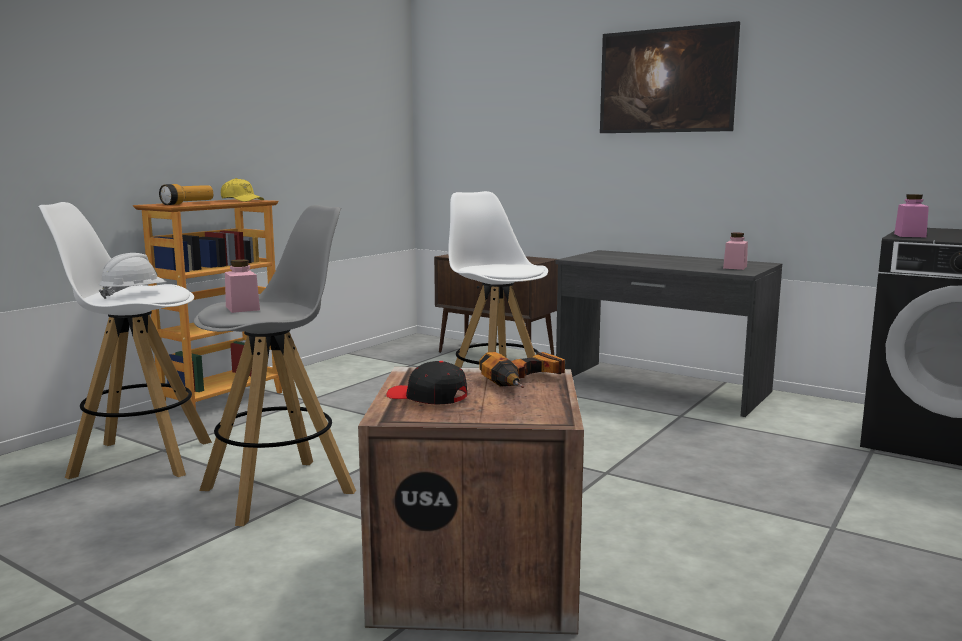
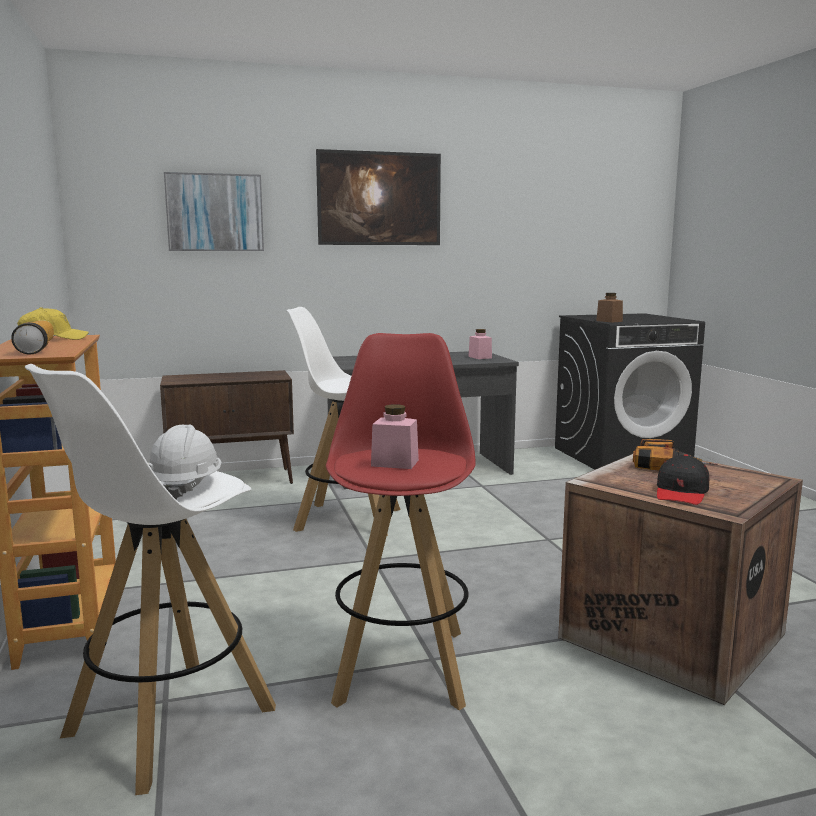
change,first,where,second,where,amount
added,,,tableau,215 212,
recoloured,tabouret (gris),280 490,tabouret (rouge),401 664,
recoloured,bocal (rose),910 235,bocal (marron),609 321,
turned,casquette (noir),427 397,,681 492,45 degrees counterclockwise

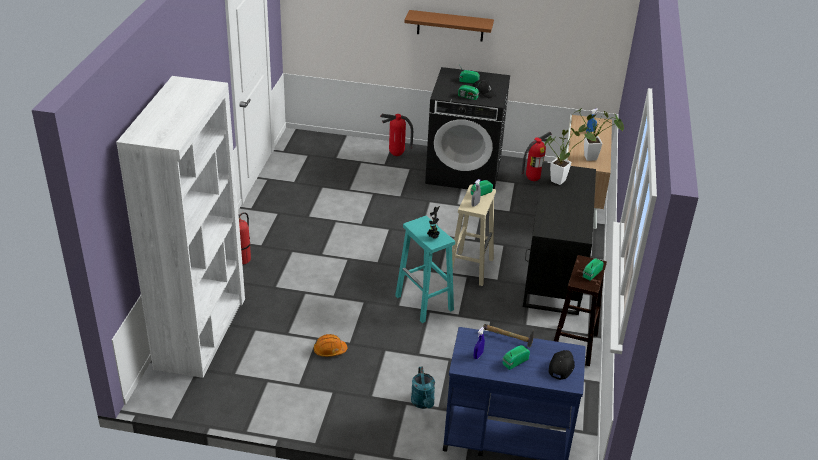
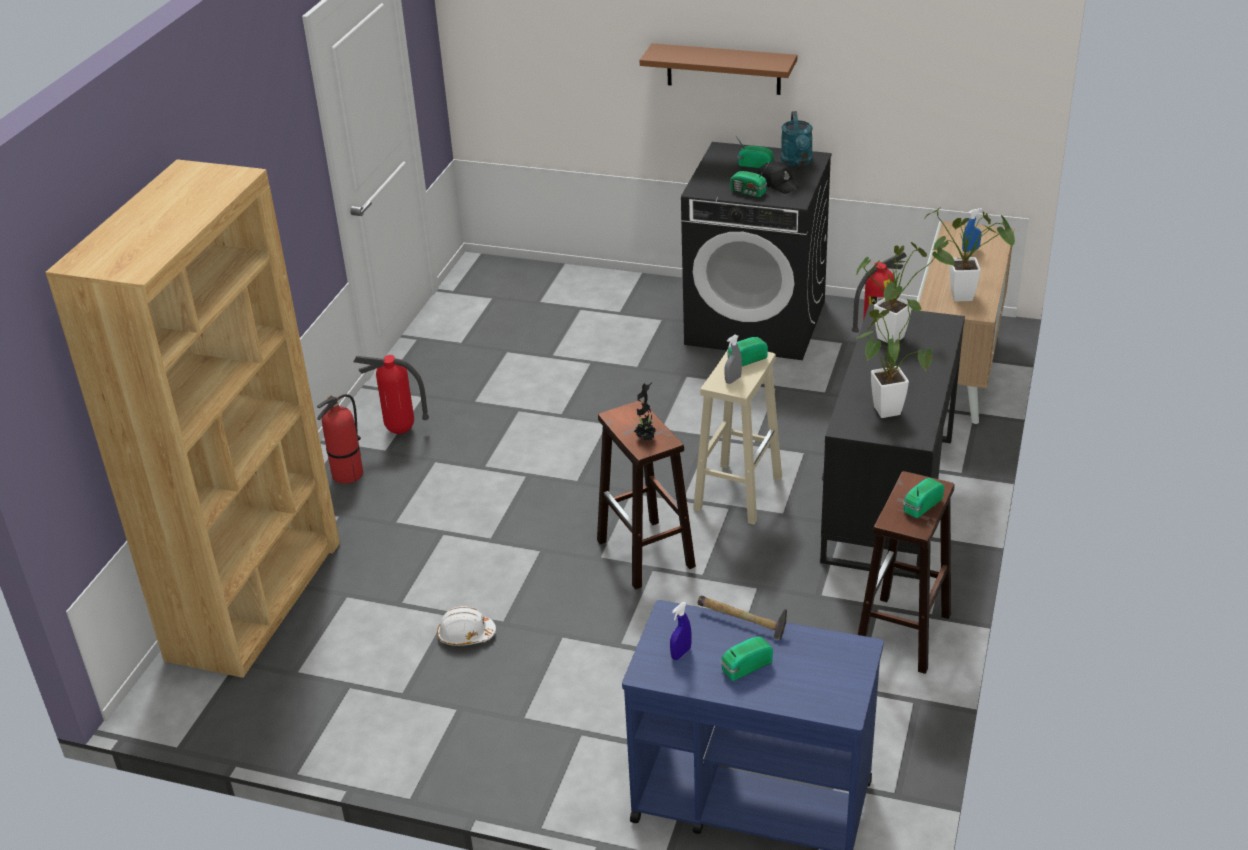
change,first,where,second,where,amount
removed,casquette (noir),561 366,,,
added,,,plante en pot,885 407,
moved,extincteur,396 155,,400 431,
moved,arrosoir (turquoise),423 403,,797 162,
recoloured,bibliothèque (blanc),201 332,bibliothèque (marron),256 599,
recoloured,casque de chantier (orange),329 350,casque de chantier (blanc),466 635,
recoloured,tabouret (turquoise),425 303,tabouret (marron),646 554,

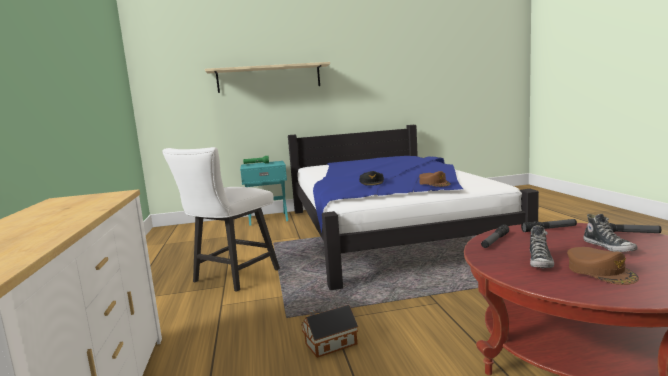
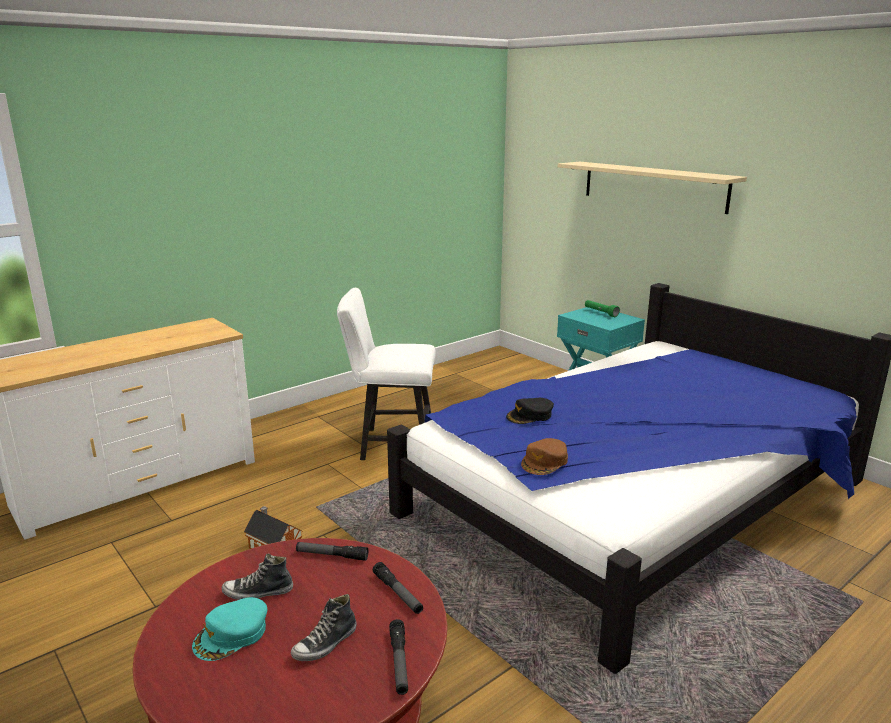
change,first,where,second,where,amount
recoloured,casquette (marron),600 271,casquette (turquoise),232 635,

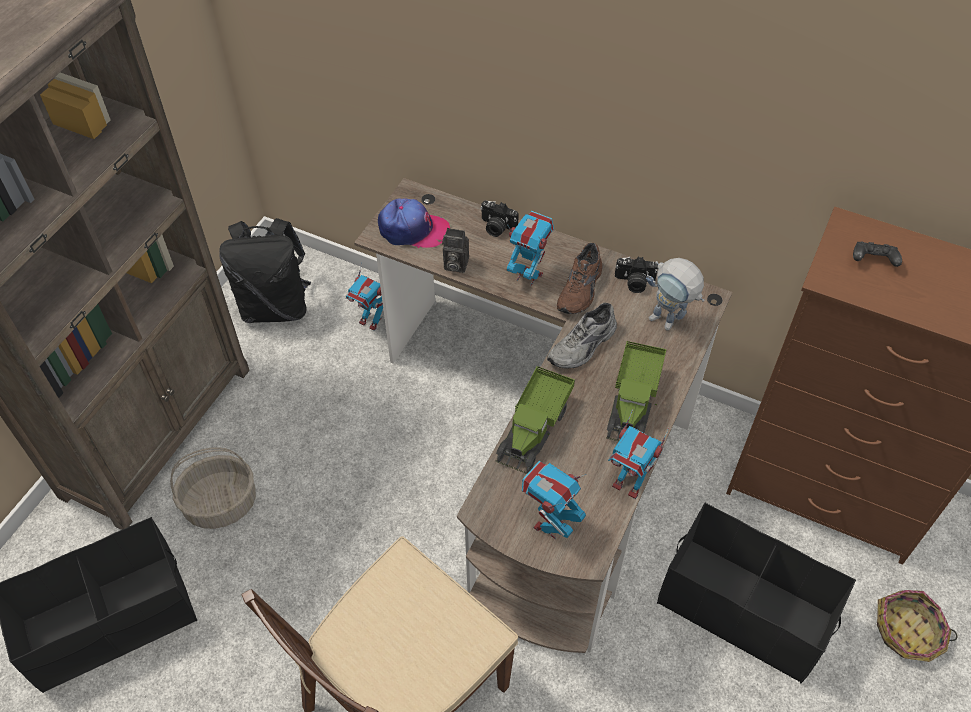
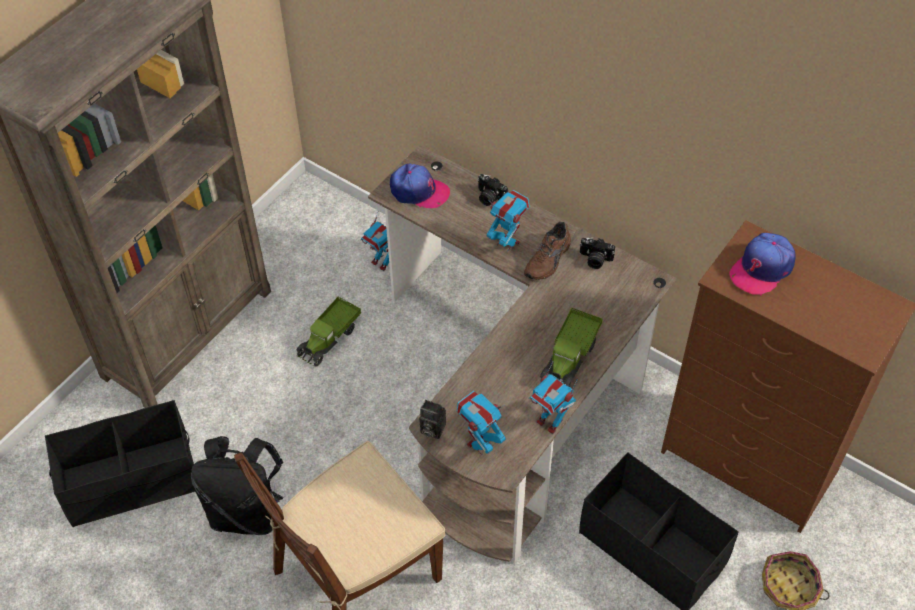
change,first,where,second,where,amount
removed,panier,221 503,,,
removed,chaussure (gris),584 347,,,
removed,robot jouet,669 323,,,
moved,sac à dos (noir),275 306,,246 511,
moved,appareil photo,454 265,,431 429,
moved,camion jouet,534 429,,330 339,
replaced,manette (noir),872 261,casquette,761 268,

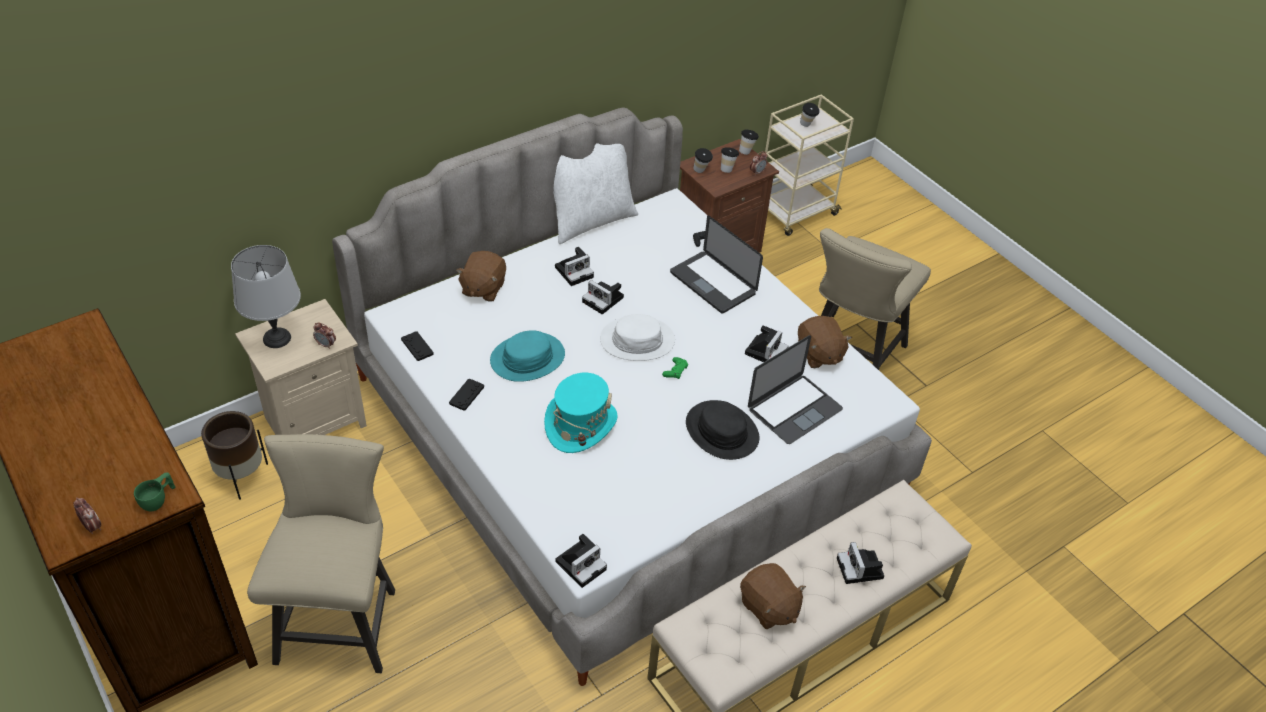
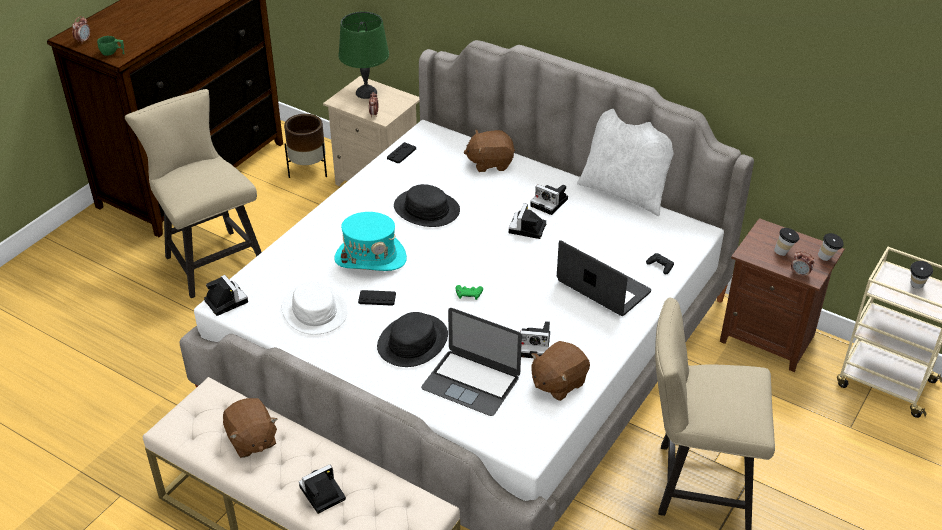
change,first,where,second,where,amount
removed,tasse,701 171,,,
moved,manette (noir),466 395,,377 298,
moved,chapeau (blanc),637 340,,315 310,
recoloured,lampe de table (gris),276 338,lampe de table (vert),366 92,
recoloured,chapeau (turquoise),527 358,chapeau (noir),426 209,
turned,chaise (beige),340 618,,210 259,105 degrees counterclockwise
turned,appareil photo,581 564,,225 301,150 degrees counterclockwise
turned,ordinateur portable,712 283,,603 287,105 degrees clockwise
turned,peluche (marron),768 607,,251 440,60 degrees counterclockwise

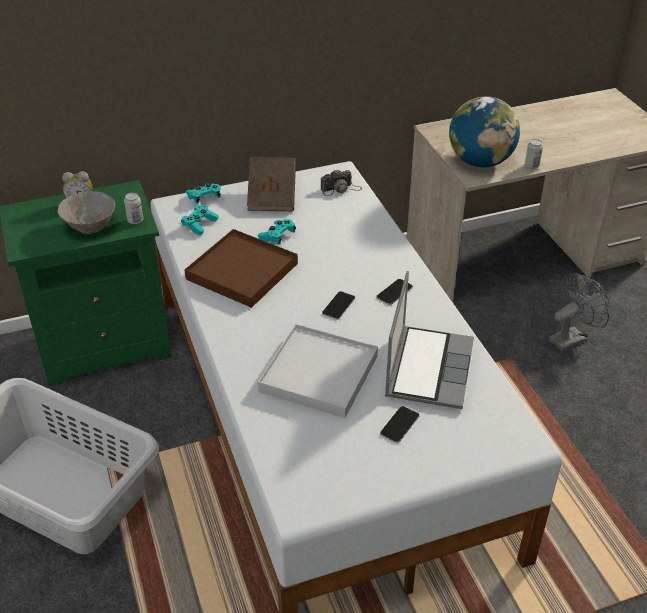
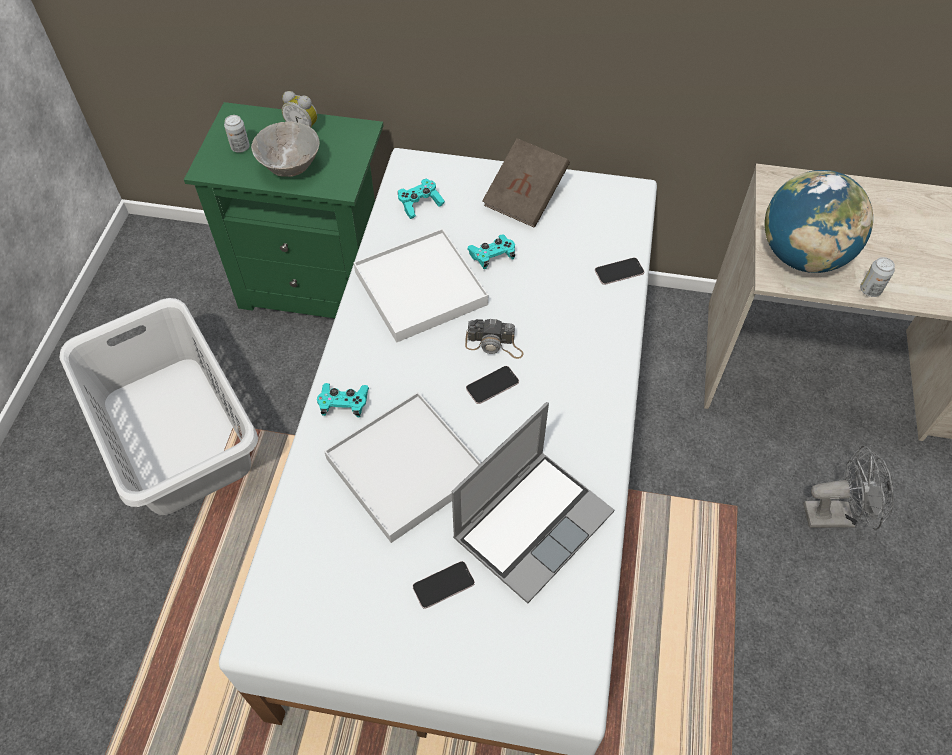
change,first,where,second,where,amount
moved,boîte métallique,135 220,,240 147,
moved,manette (turquoise),204 198,,344 404,
moved,appareil photo,341 189,,494 345,
moved,téléphone,394 292,,619 271,
recoloured,plateau (marron),241 271,plateau (blanc),420 288,

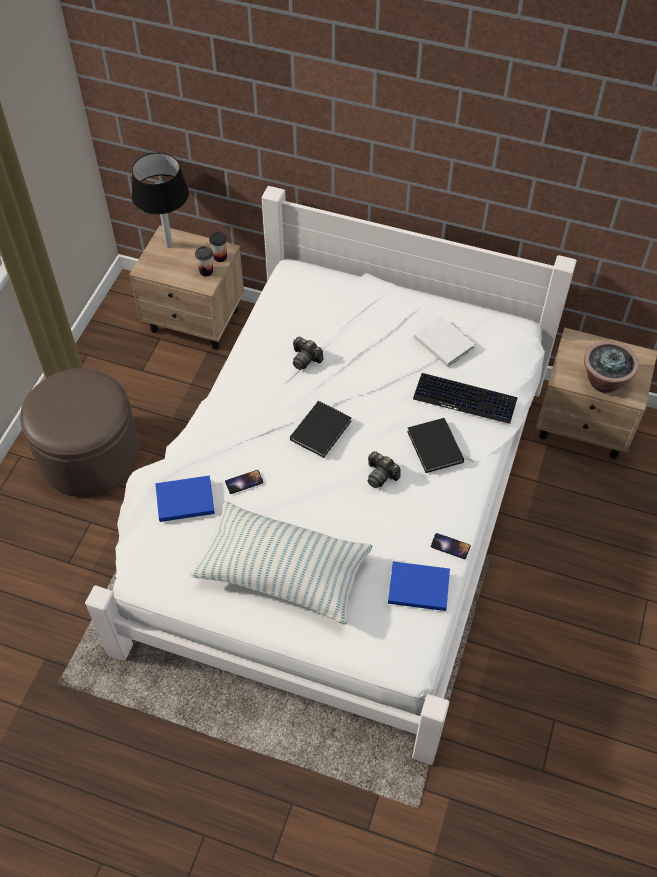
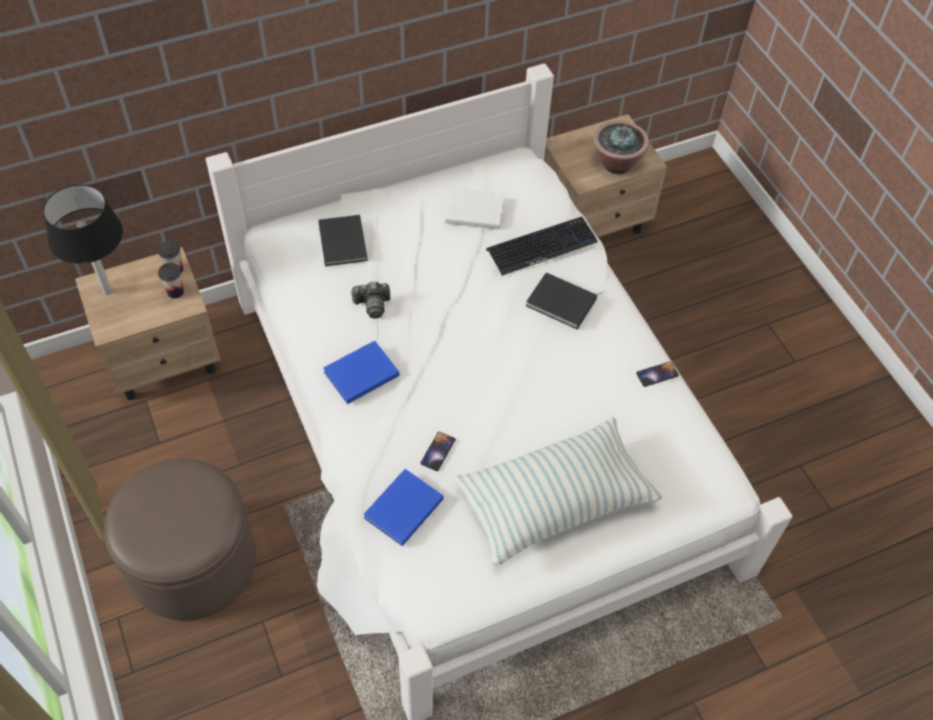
change,first,where,second,where,amount
removed,appareil photo,381 475,,,
moved,livre (noir),322 430,,343 241,
moved,livre (bleu),417 586,,359 374,

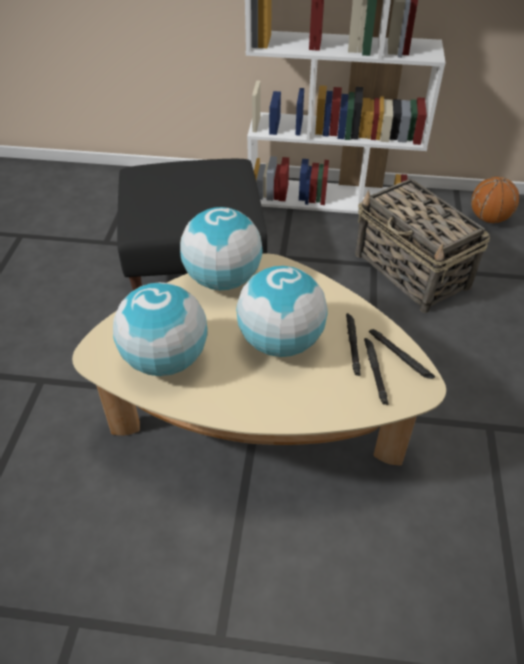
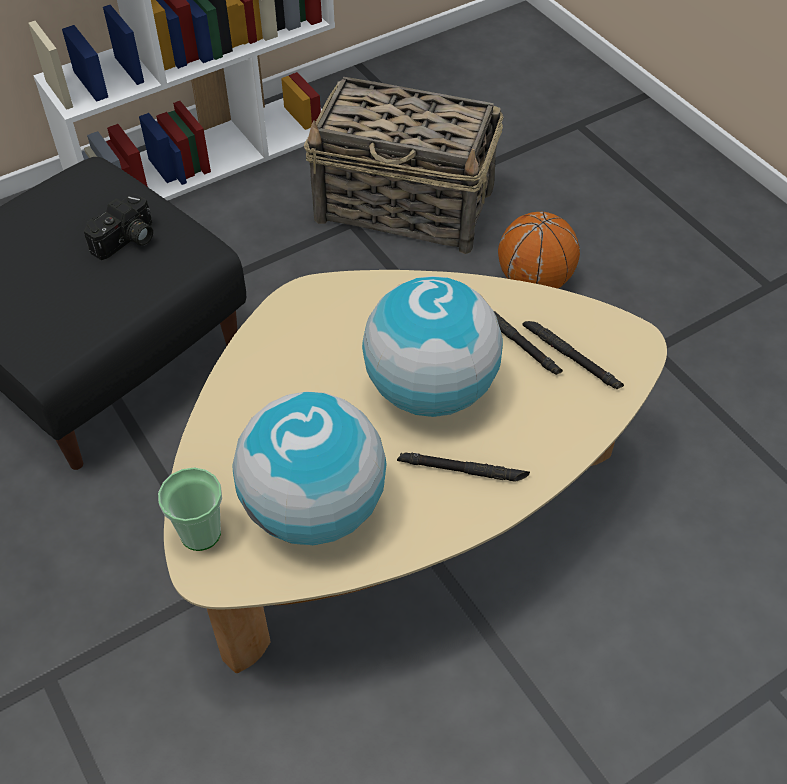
change,first,where,second,where,amount
removed,globe,223 280,,,
added,,,appareil photo,127 241,
added,,,tasse,200 533,
moved,lampe de poche (noir),400 356,,462 470,
moved,ballon de basket,489 218,,534 281,

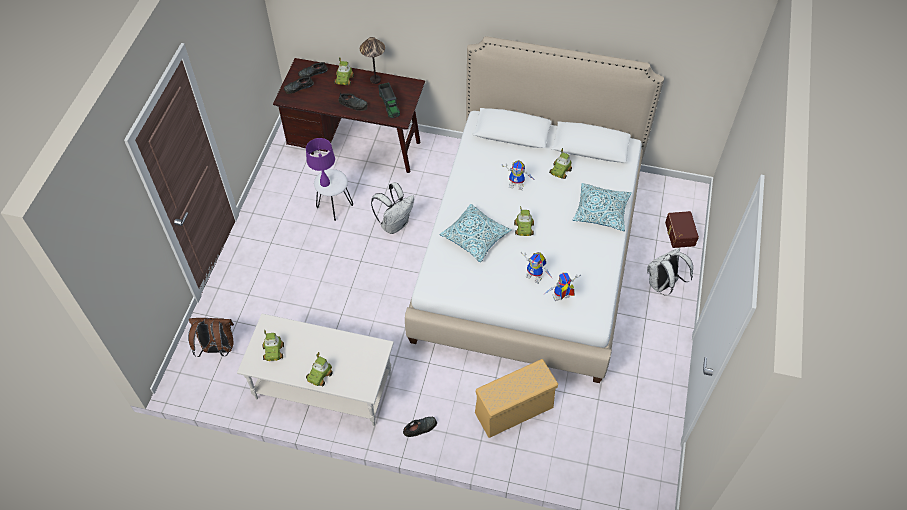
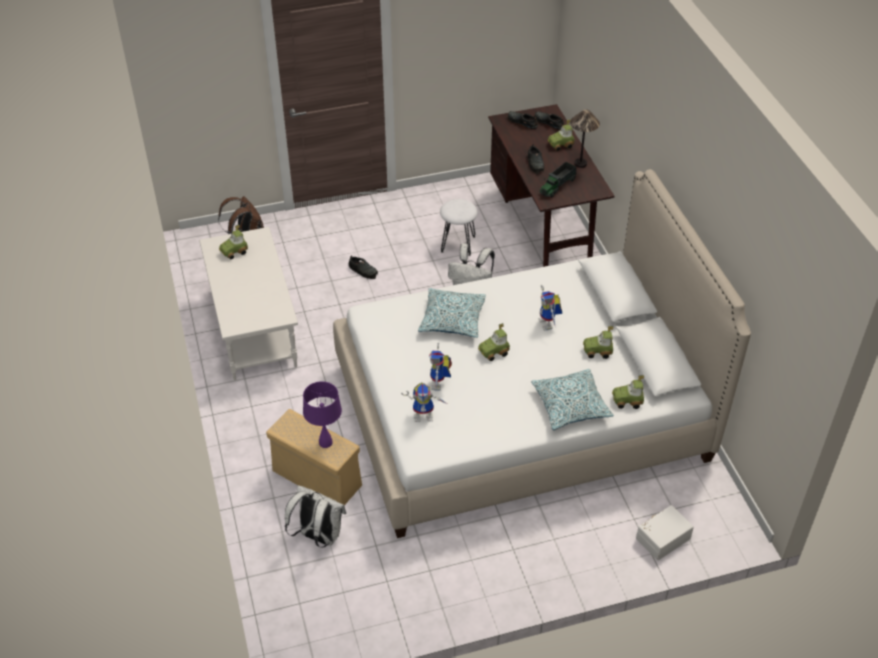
change,first,where,second,where,amount
moved,lampe de table (violet),325 183,,326 442,
moved,petite voiture,320 375,,627 400,
moved,chaussure (noir),420 427,,363 270,
moved,sac à dos (blanc),662 285,,318 536,
recoloured,boîte de rangement (marron),679 234,boîte de rangement (blanc),662 537,
turned,robot jouet,560 299,,425 415,135 degrees clockwise

